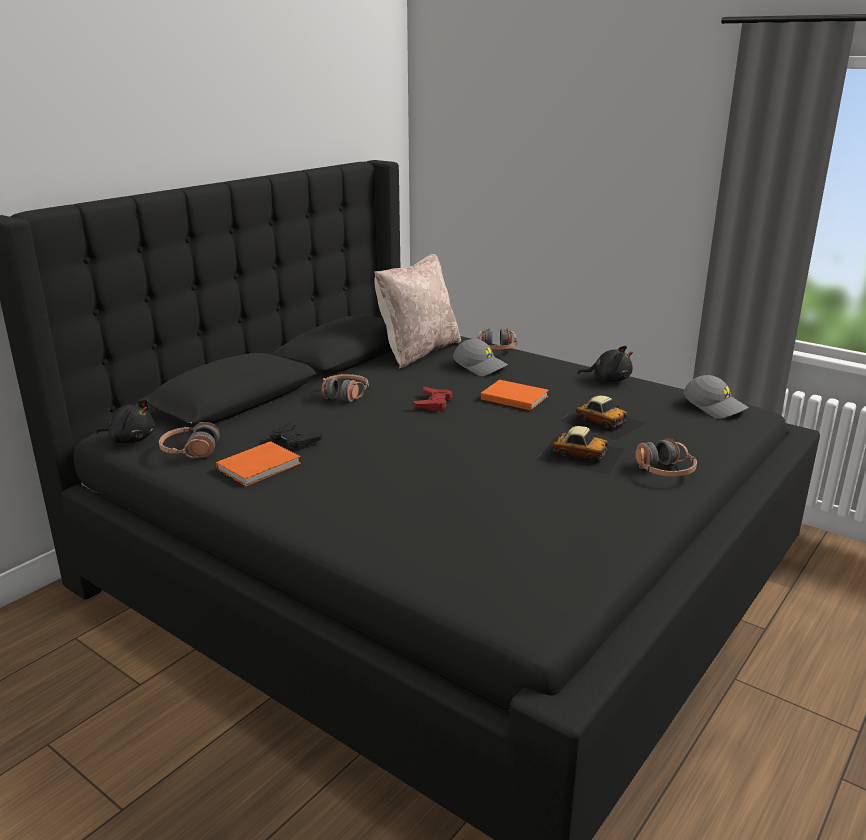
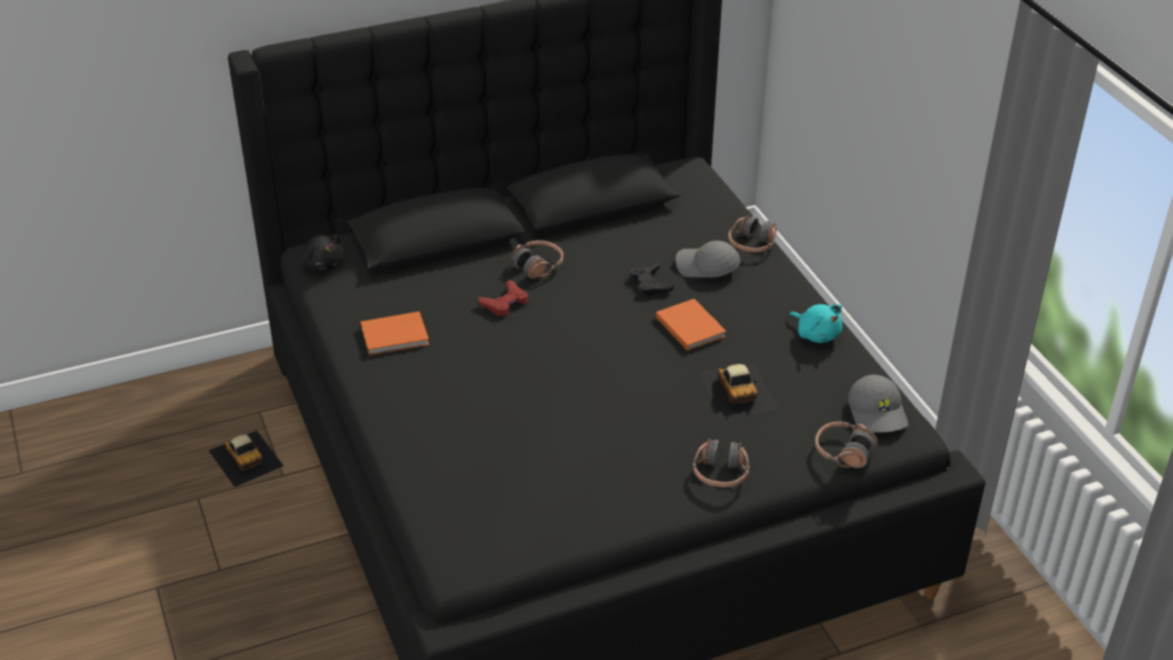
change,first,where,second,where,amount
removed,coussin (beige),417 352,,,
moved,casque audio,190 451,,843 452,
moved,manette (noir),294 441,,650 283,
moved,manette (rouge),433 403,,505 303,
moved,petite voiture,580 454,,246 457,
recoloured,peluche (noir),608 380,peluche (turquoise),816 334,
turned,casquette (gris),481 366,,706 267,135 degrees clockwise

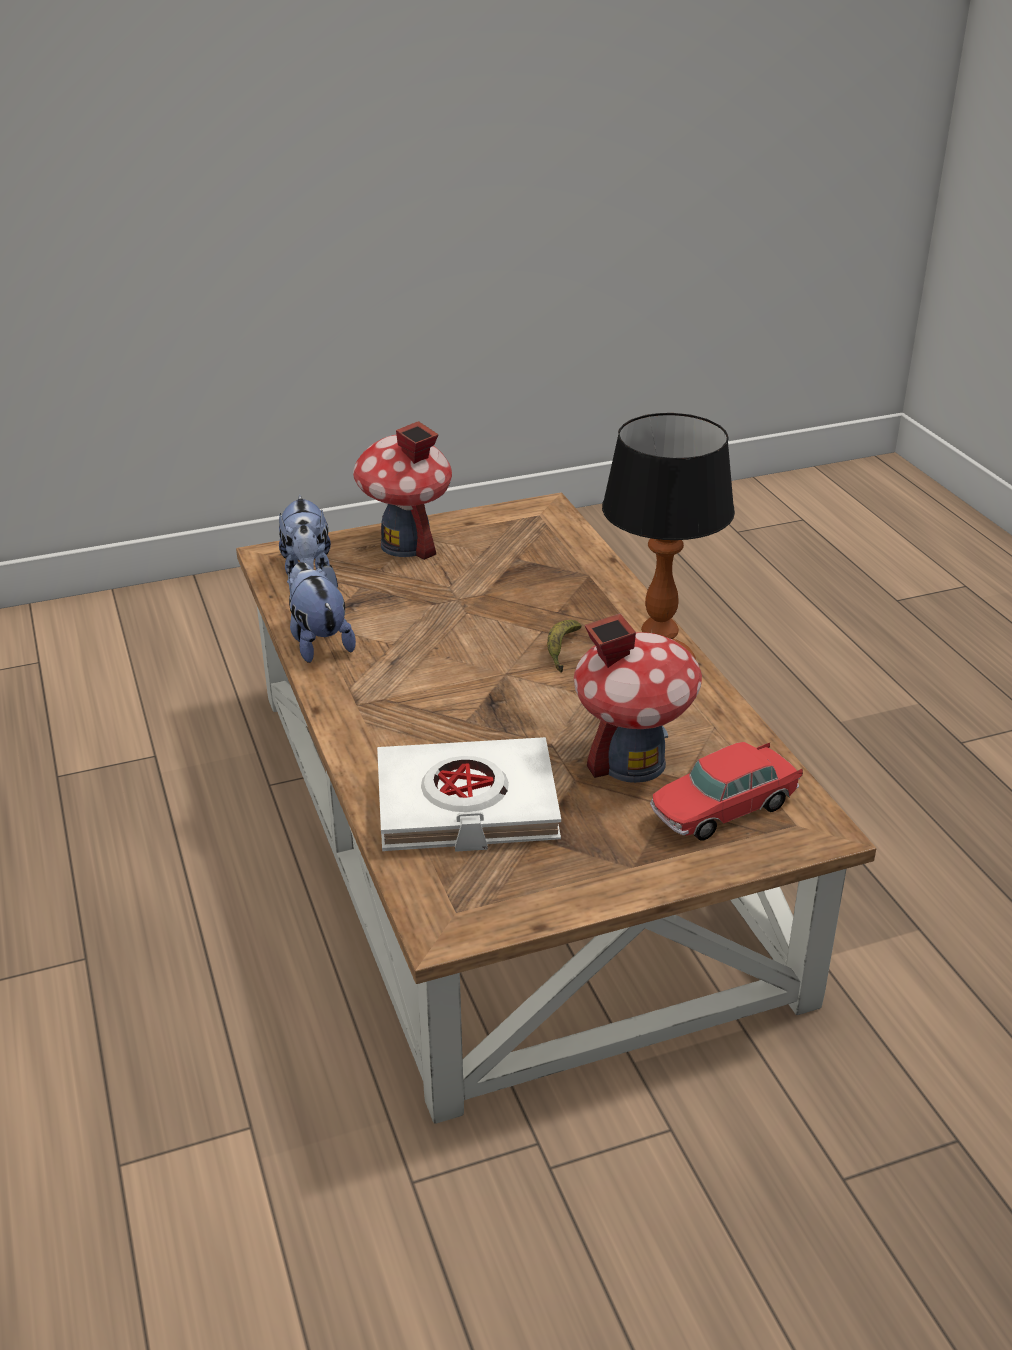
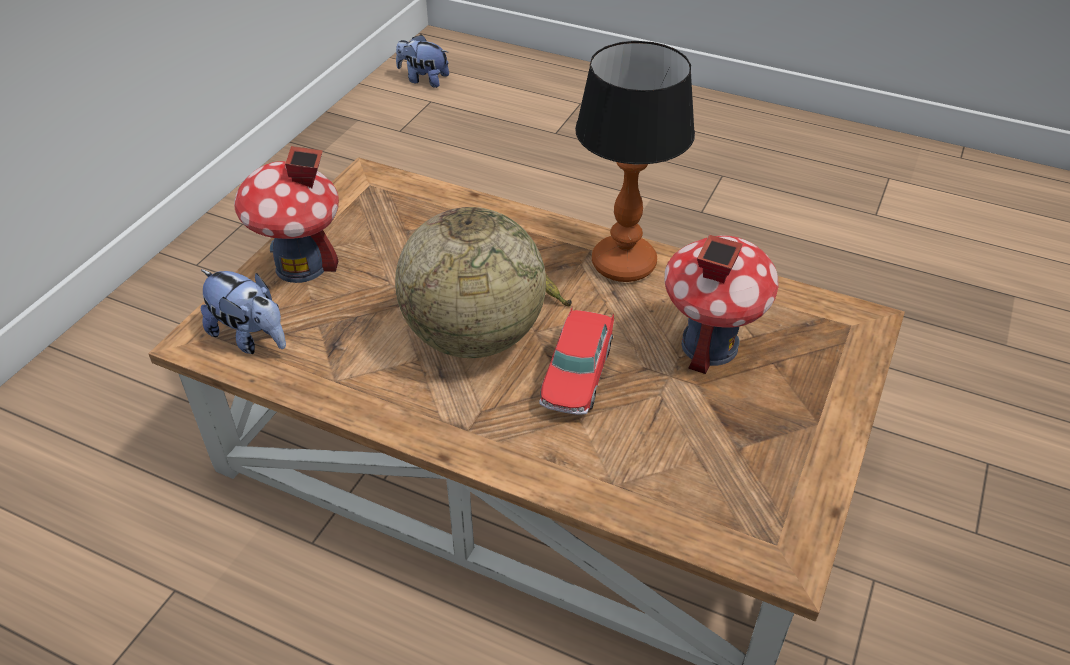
change,first,where,second,where,amount
removed,livre (blanc),466 805,,,
added,,,globe,474 336,
moved,peluche,318 642,,424 79,
moved,petite voiture,723 809,,577 374,

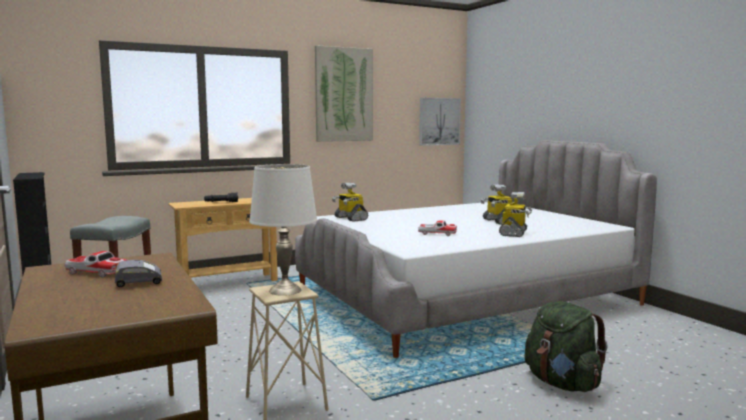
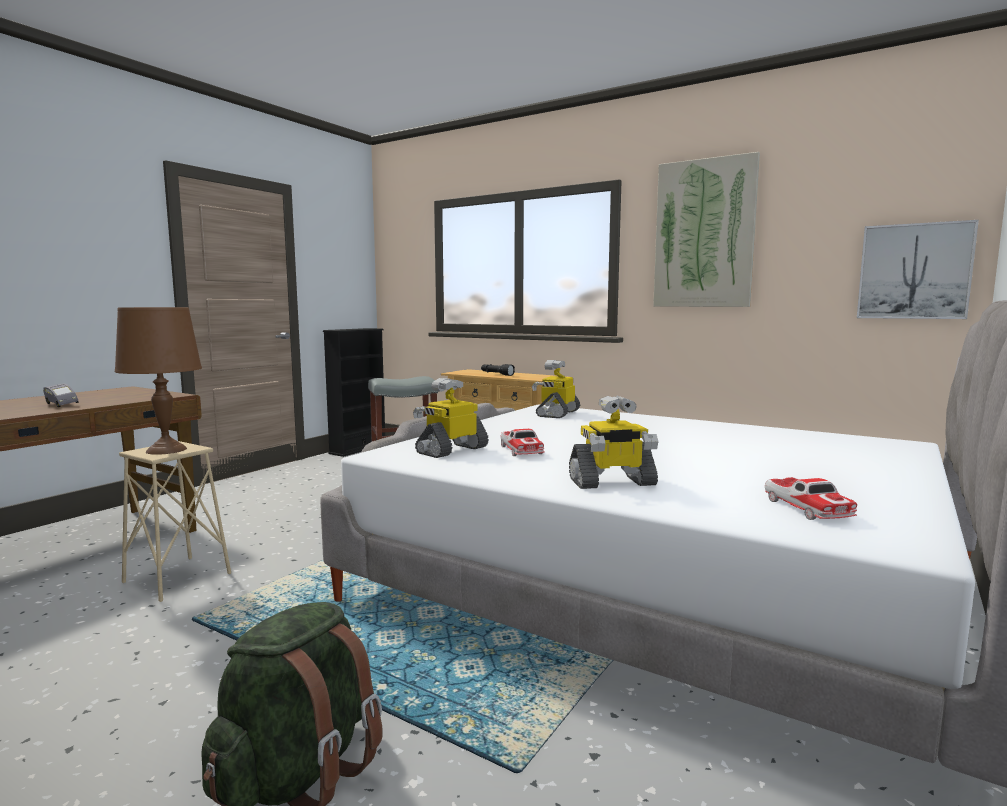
change,first,where,second,where,amount
moved,petite voiture,97 272,,806 508,
moved,robot jouet,498 221,,451 450,
recoloured,lampe de table (blanc),285 290,lampe de table (marron),166 450,

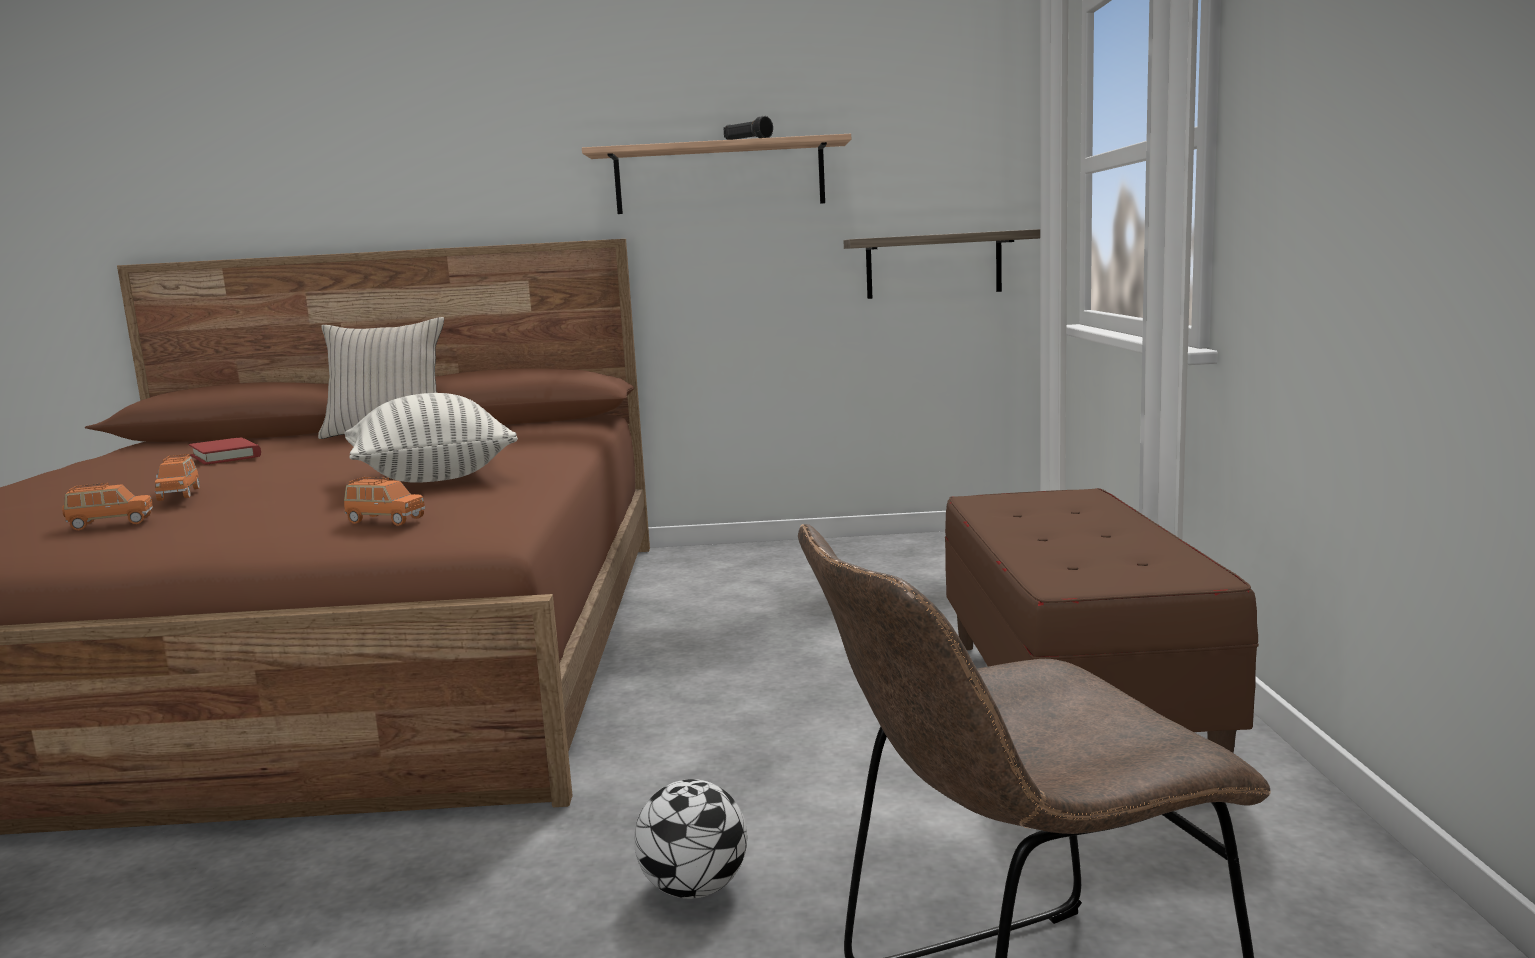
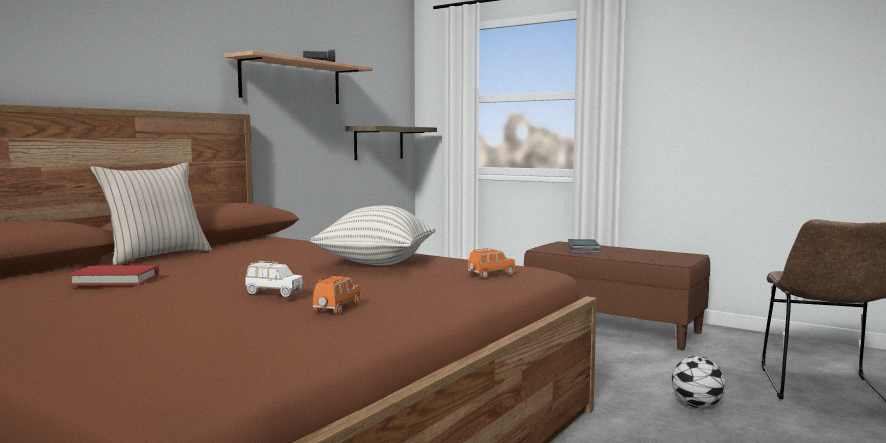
change,first,where,second,where,amount
added,,,livre,582 250,
recoloured,petite voiture (orange),179 494,petite voiture (blanc),273 292,

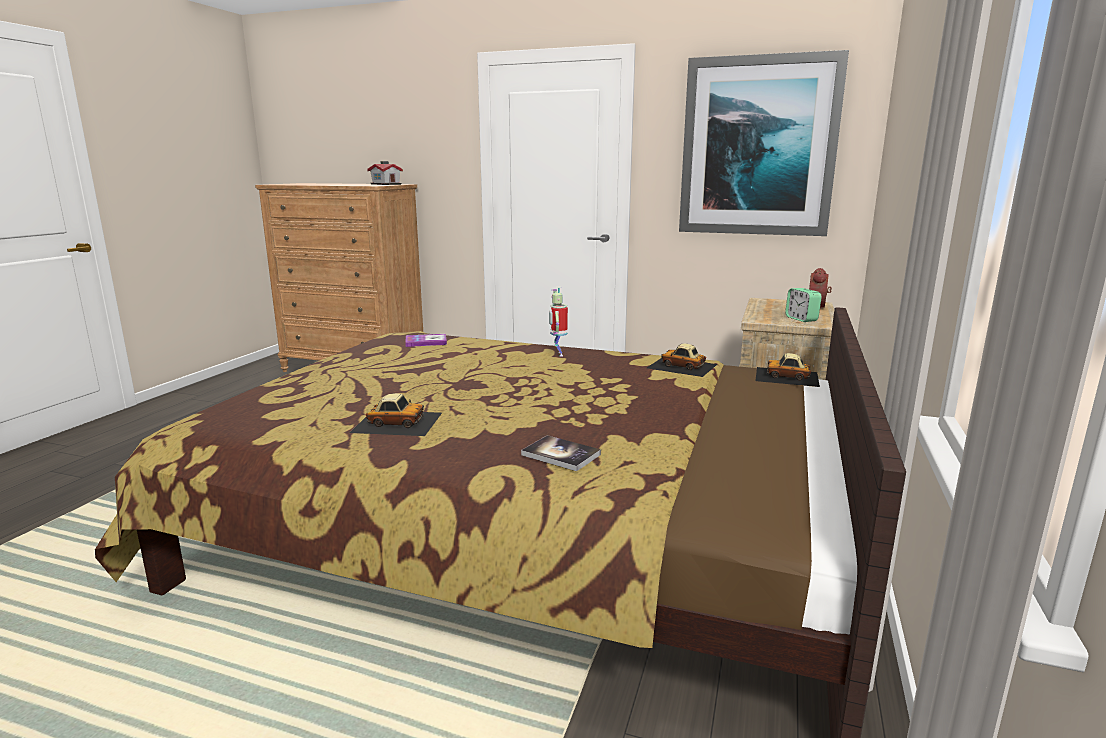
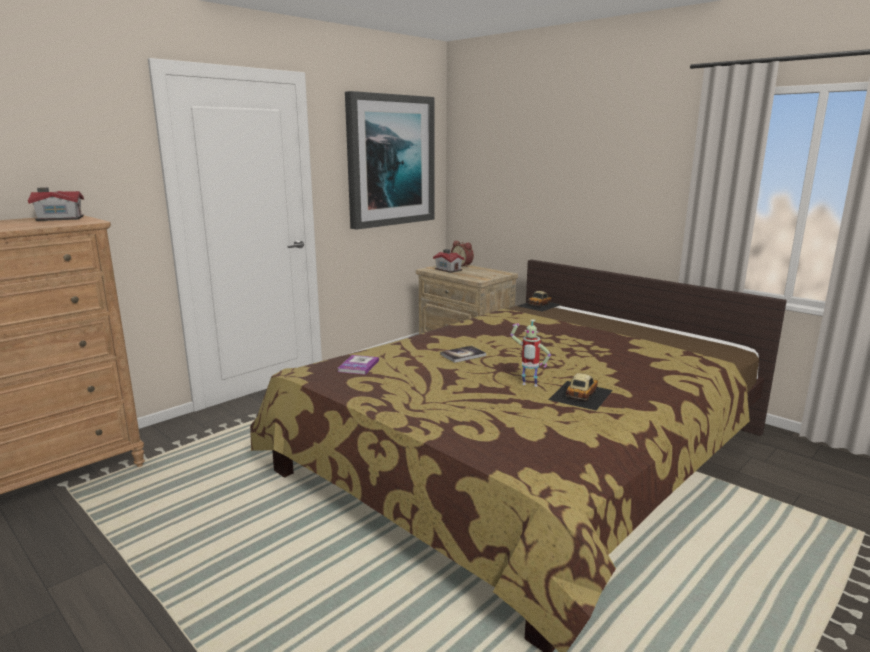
change,first,where,second,where,amount
removed,petite voiture,682 366,,,
removed,réveil,801 319,,,
added,,,maison miniature,448 269,
moved,livre,561 455,,463 355,
moved,robot jouet,558 354,,528 385,

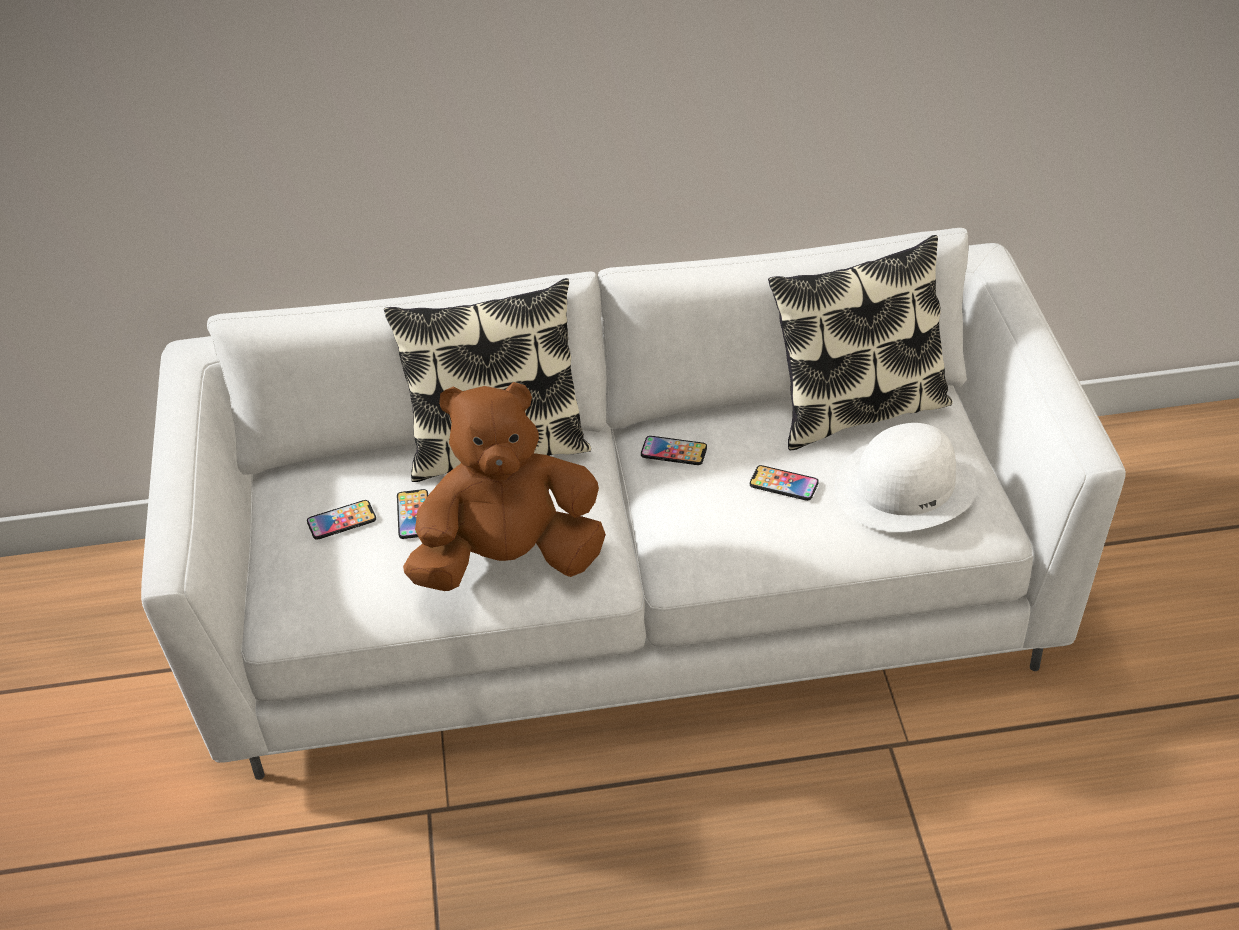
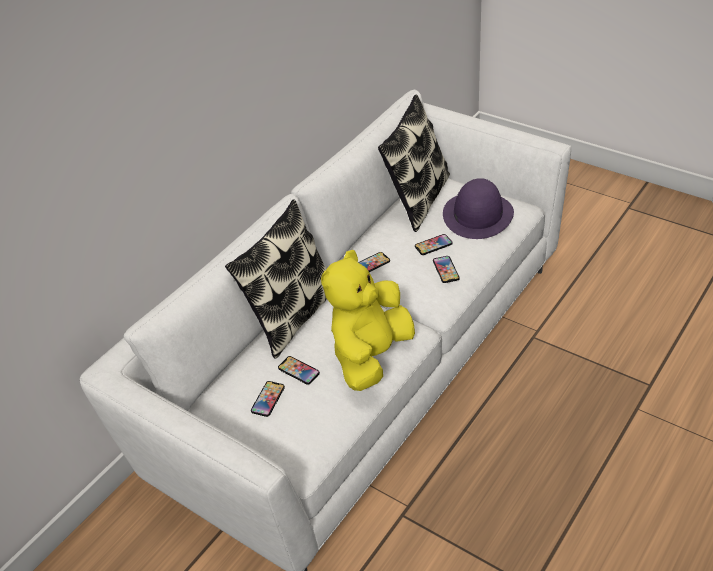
change,first,where,second,where,amount
added,,,téléphone,446 270,
recoloured,peluche (marron),509 561,peluche (jaune),370 356,
recoloured,chapeau (blanc),905 486,chapeau (violet),477 214,

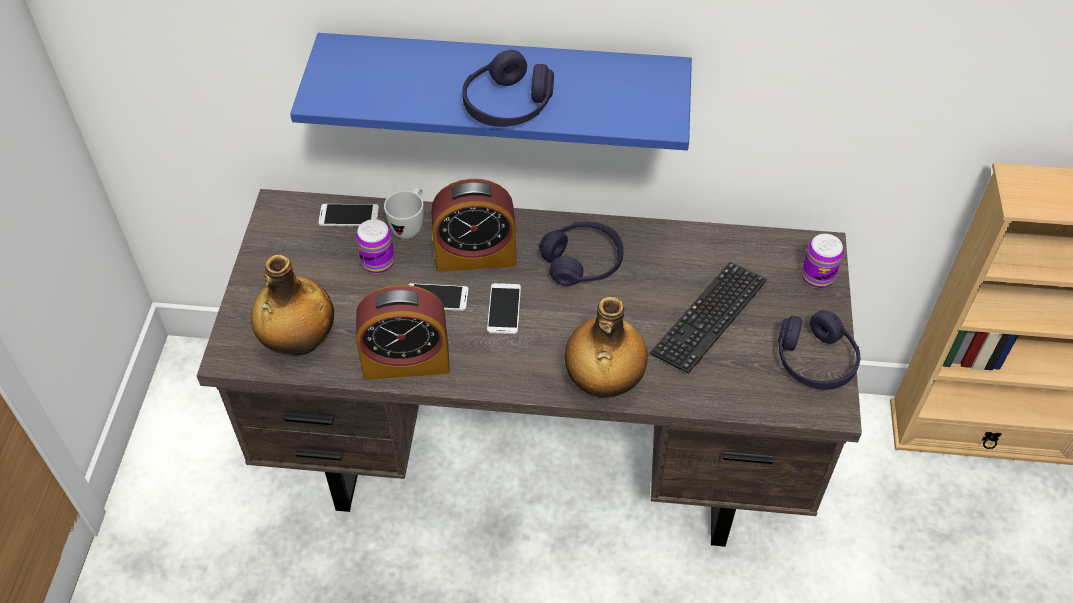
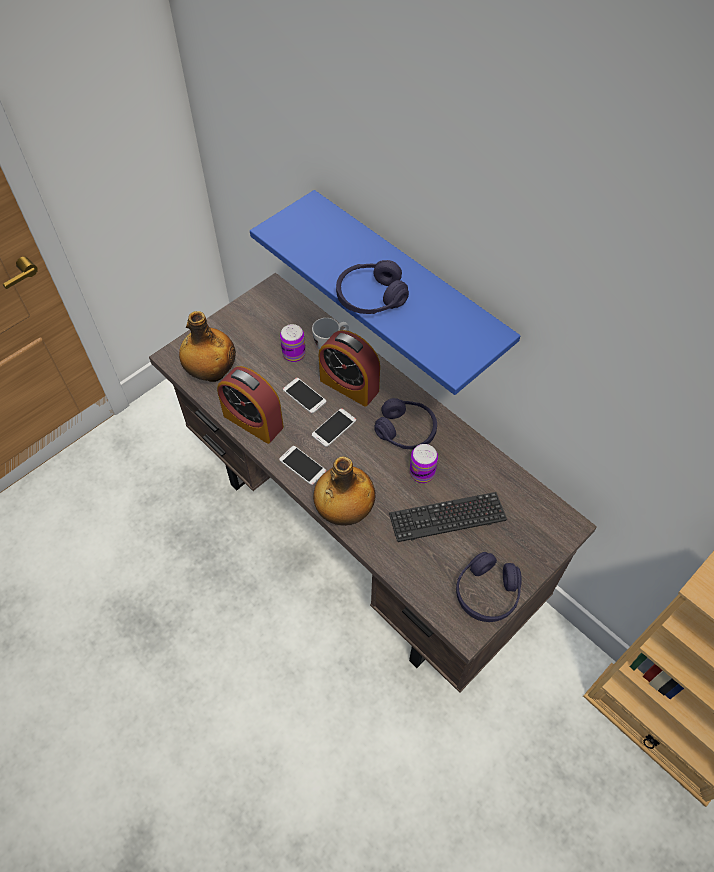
change,first,where,second,where,amount
moved,téléphone,349 216,,302 465,
moved,boîte métallique,817 276,,422 473,

